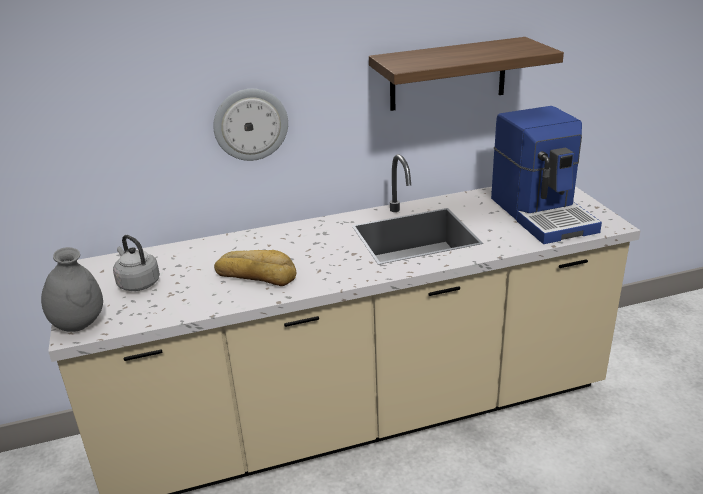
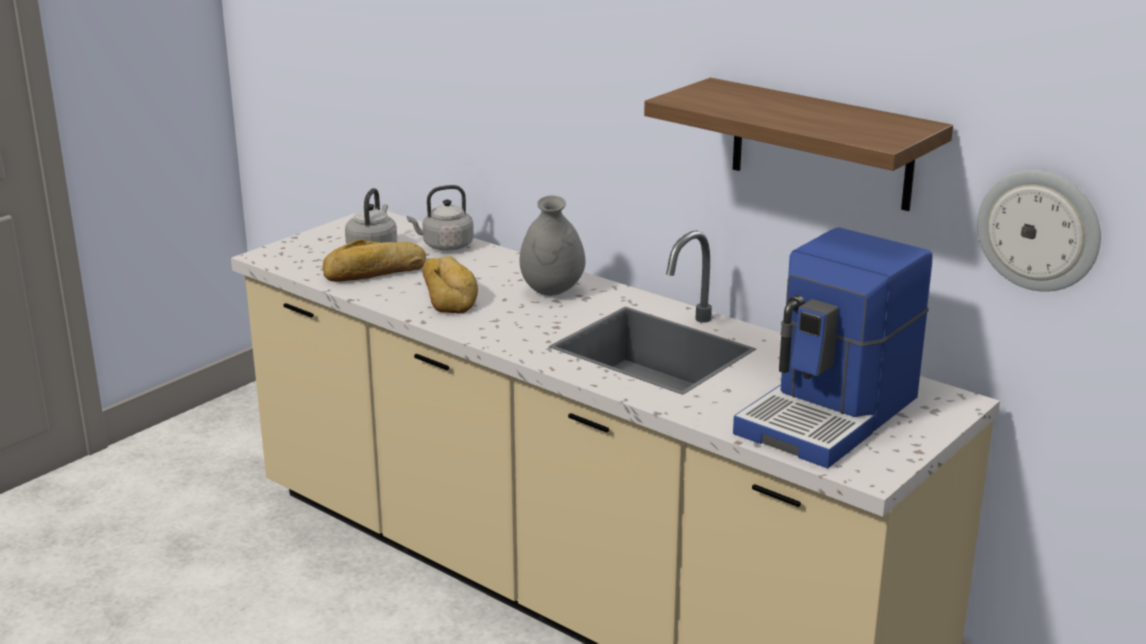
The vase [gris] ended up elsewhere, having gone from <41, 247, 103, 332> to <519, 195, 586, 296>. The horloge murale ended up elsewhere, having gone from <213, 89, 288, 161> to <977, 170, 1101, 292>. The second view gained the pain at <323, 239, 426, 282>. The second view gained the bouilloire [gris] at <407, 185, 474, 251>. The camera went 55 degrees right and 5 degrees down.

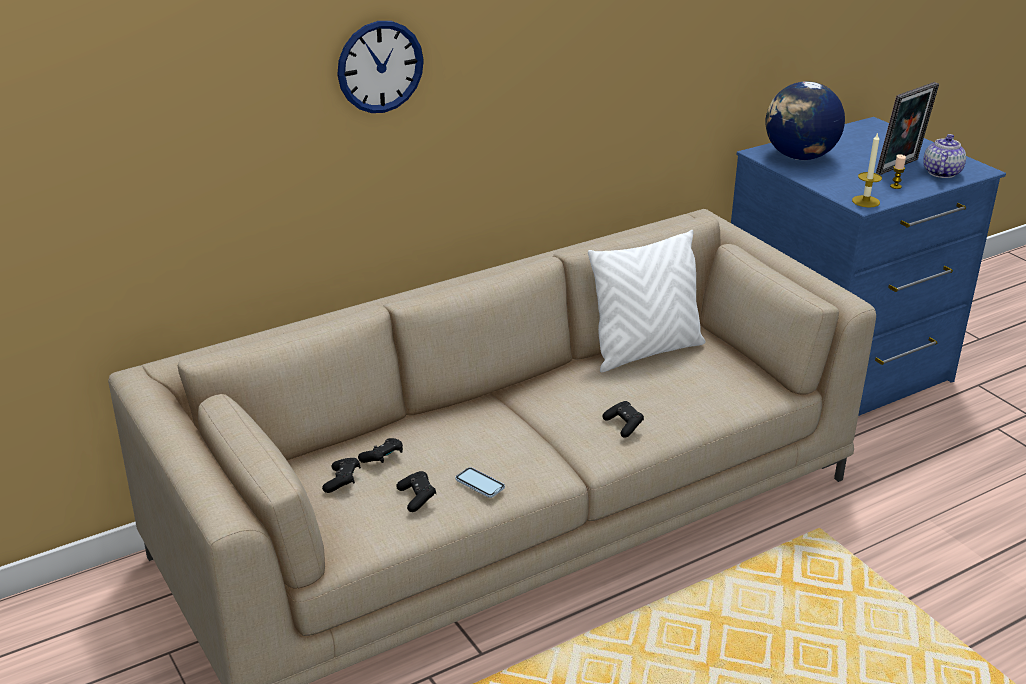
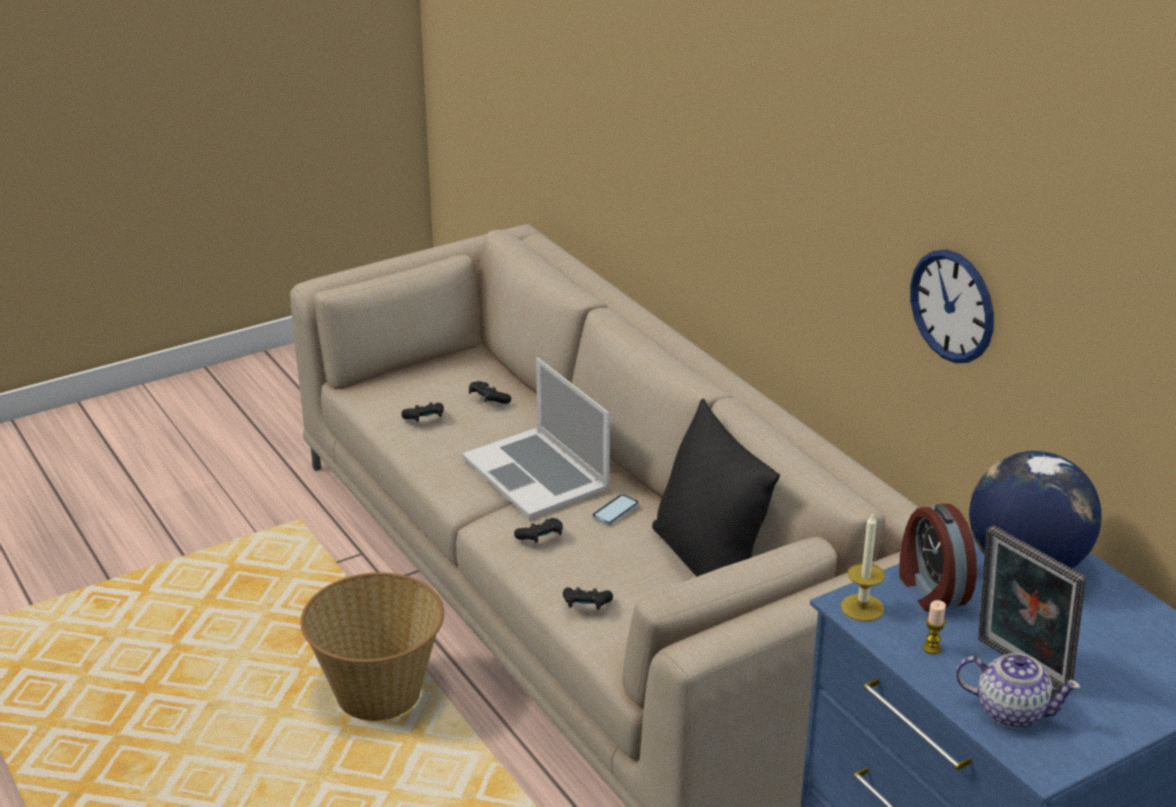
The manette [noir] ended up elsewhere, having gone from <322, 458, 361, 493> to <563, 587, 613, 610>. The horloge murale ended up elsewhere, having gone from <337, 21, 424, 113> to <910, 249, 994, 363>. The téléphone ended up elsewhere, having gone from <455, 467, 505, 498> to <592, 494, 639, 525>. What was the coussin [blanc] at <588, 230, 705, 372> turned into the coussin [noir] at <652, 398, 780, 577>. The second view gained the panier at <300, 572, 444, 721>. The second view gained the ordinateur portable at <462, 357, 610, 519>. The second view gained the réveil at <899, 504, 977, 612>. The camera went 90 degrees right and 0 degrees up.

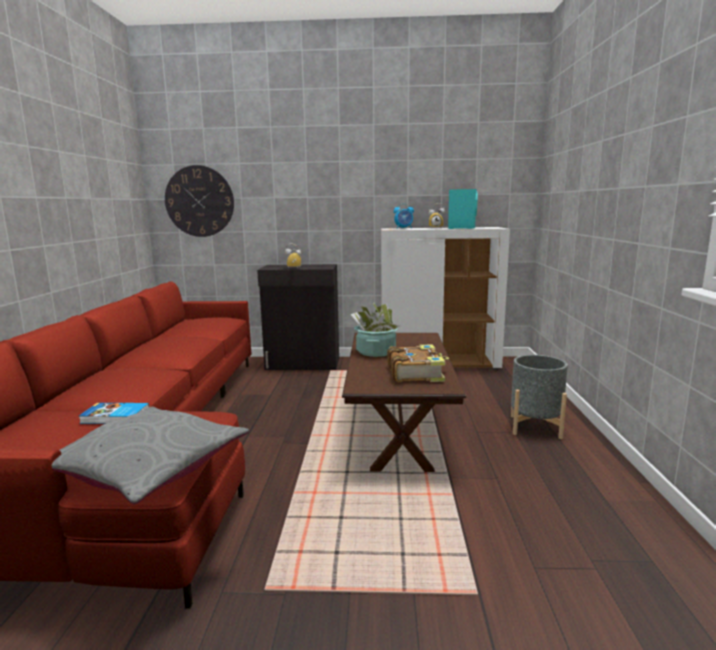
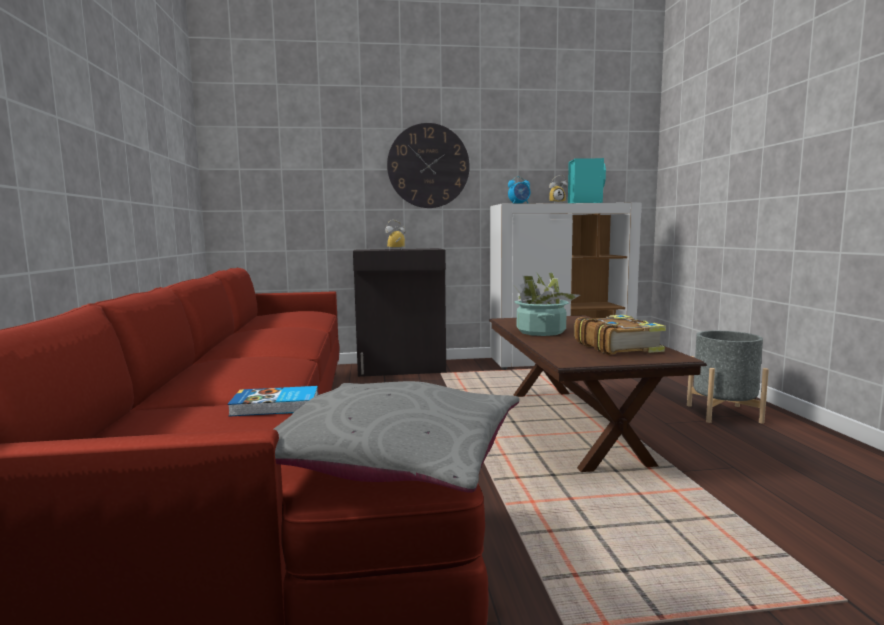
The horloge murale ended up elsewhere, having gone from <165, 165, 234, 237> to <387, 123, 470, 208>. The camera went 10 degrees left and 5 degrees down.

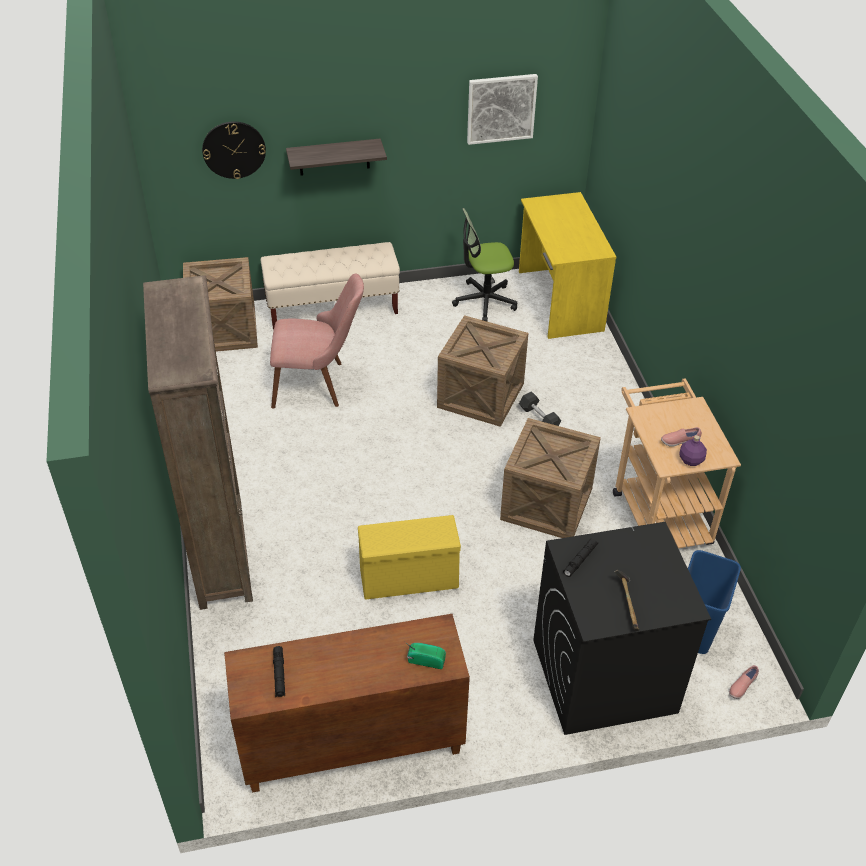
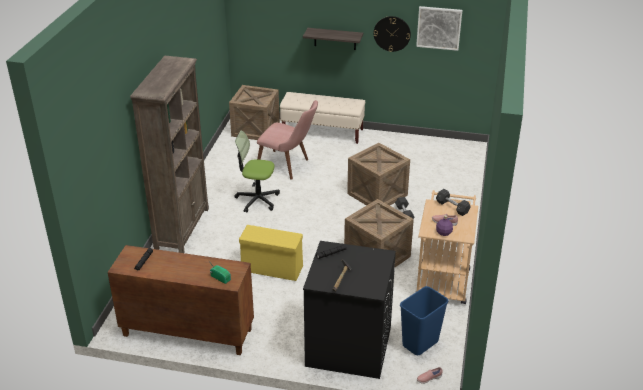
The horloge murale ended up elsewhere, having gone from <202, 121, 266, 179> to <374, 16, 411, 52>. The chaise de bureau ended up elsewhere, having gone from <452, 208, 517, 321> to <234, 131, 280, 213>. The second view lost the bureau [jaune] at <519, 192, 616, 339>. The second view gained the haltère [gris] at <436, 189, 471, 216>. The camera went 25 degrees right and 10 degrees down.

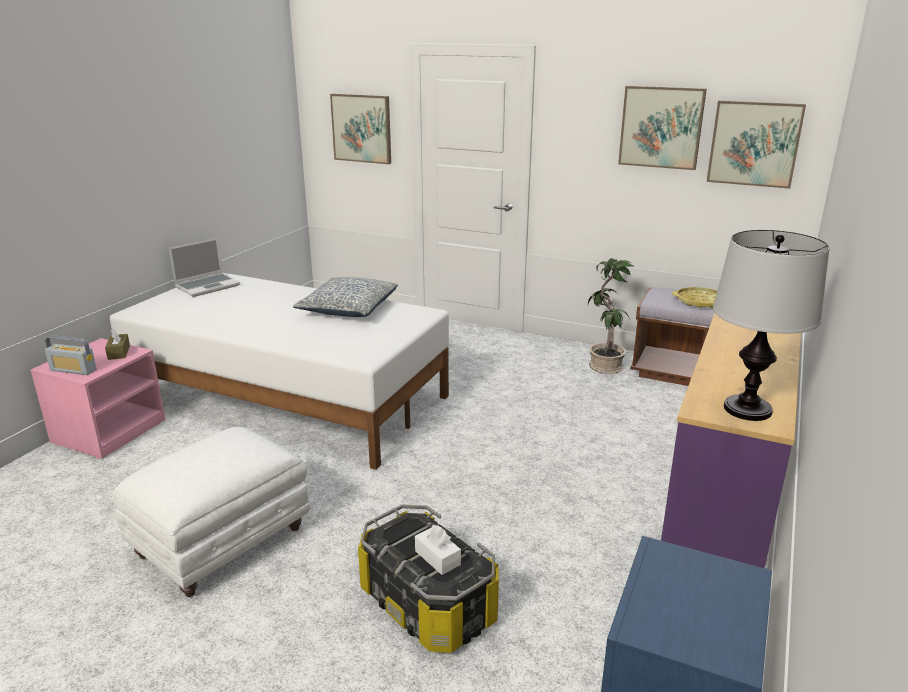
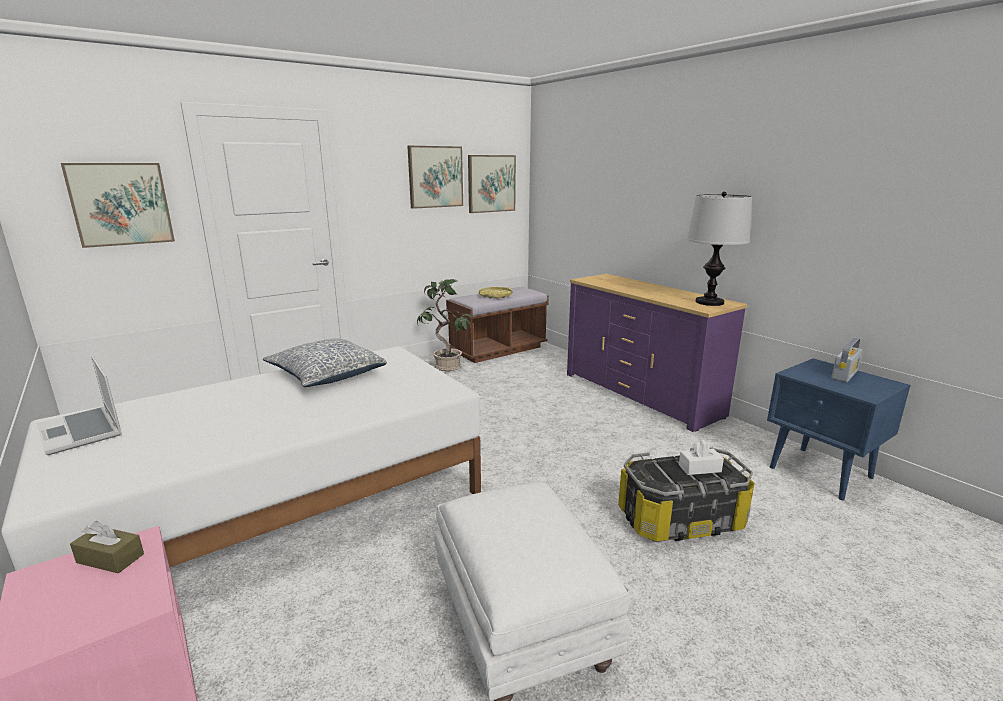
The radio ended up elsewhere, having gone from <45, 335, 97, 375> to <831, 338, 863, 382>. The ordinateur portable at <169, 238, 240, 297> ended up facing another way, 150 degrees clockwise from before. The camera went 60 degrees left and 5 degrees down.

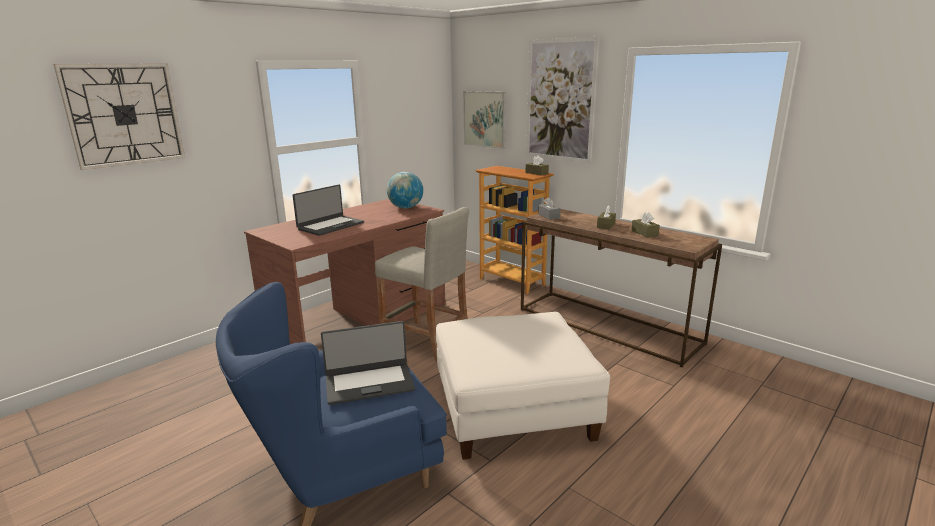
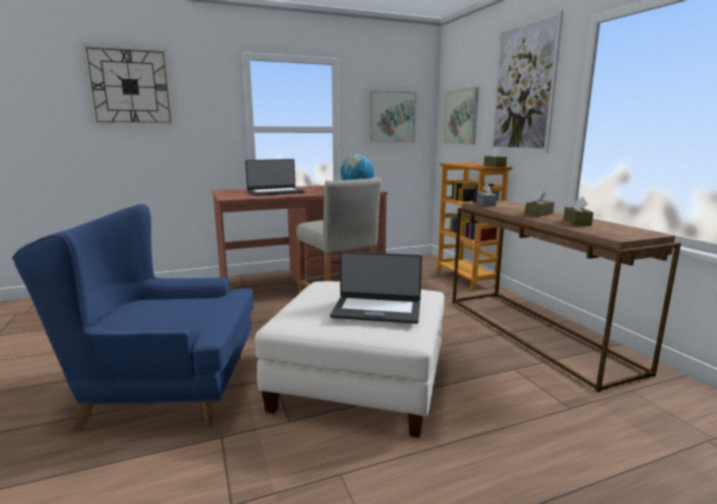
The ordinateur portable ended up elsewhere, having gone from <321, 321, 415, 405> to <330, 251, 422, 324>. The second view gained the tableau at <369, 90, 416, 144>. The camera went 25 degrees right and 5 degrees down.

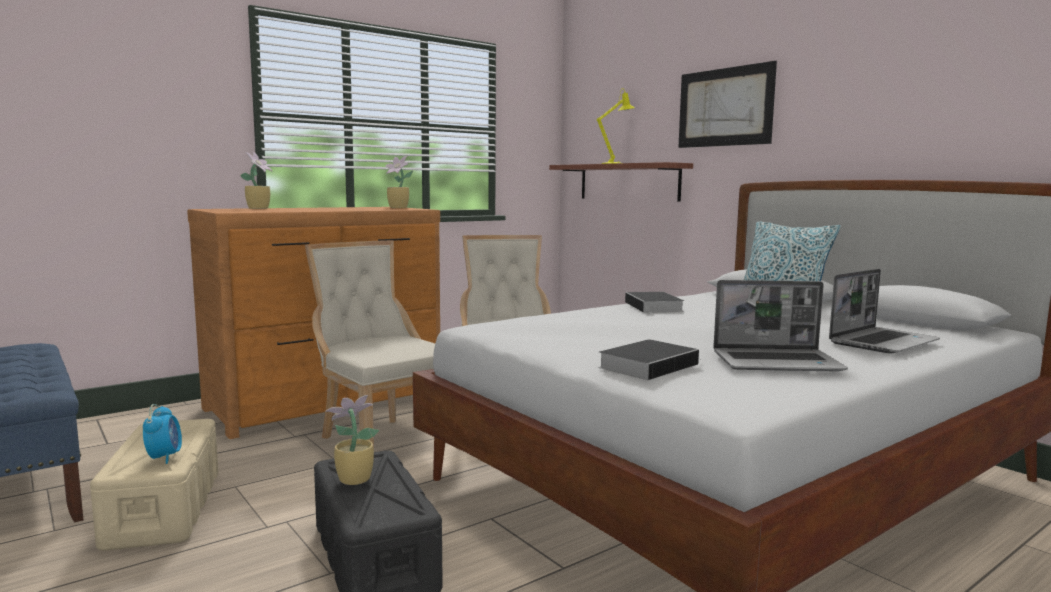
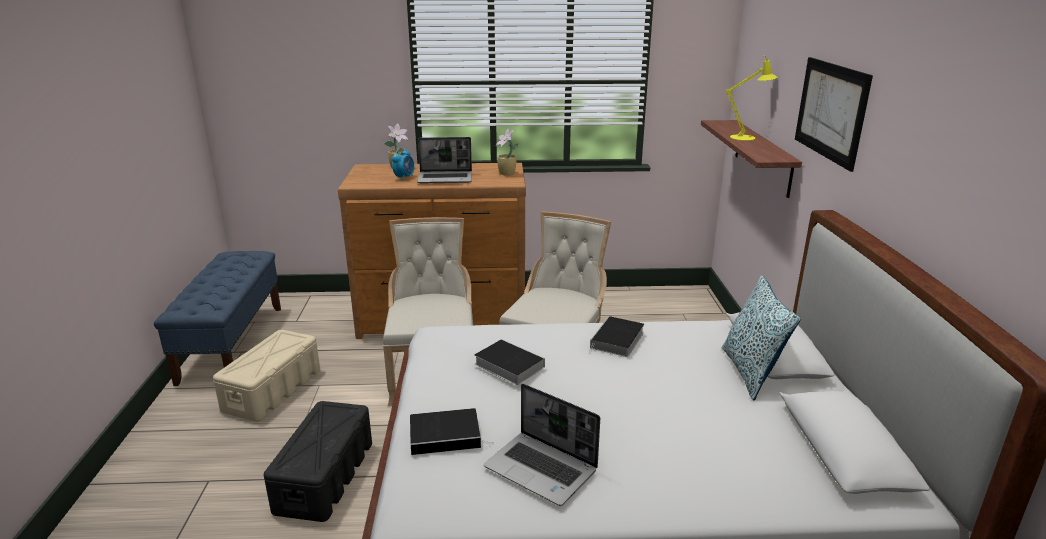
The réveil ended up elsewhere, having gone from <143, 404, 182, 464> to <392, 148, 414, 181>. The second view lost the plante en pot at <325, 395, 379, 485>. The ordinateur portable ended up elsewhere, having gone from <829, 269, 940, 354> to <417, 137, 472, 183>. The second view gained the livre at <474, 339, 545, 385>. The camera went 35 degrees right and 15 degrees up.

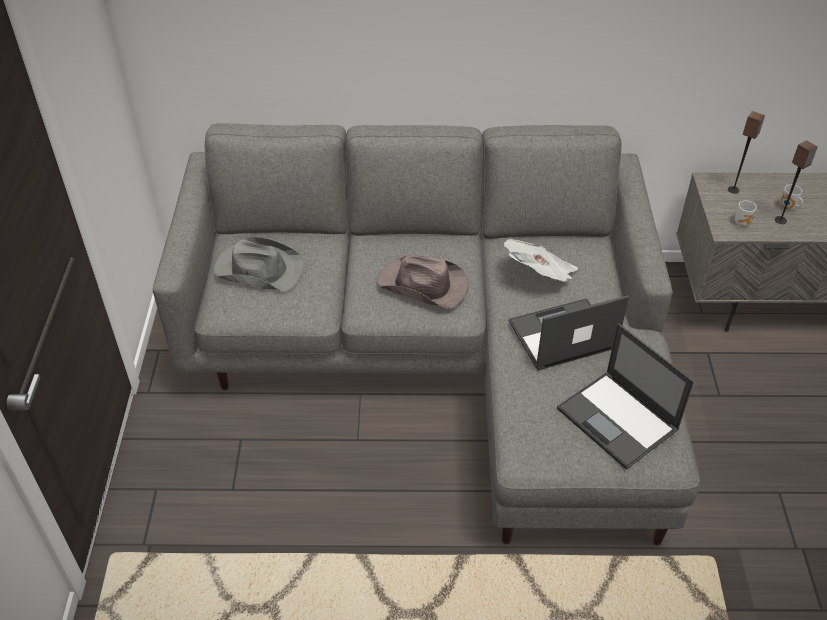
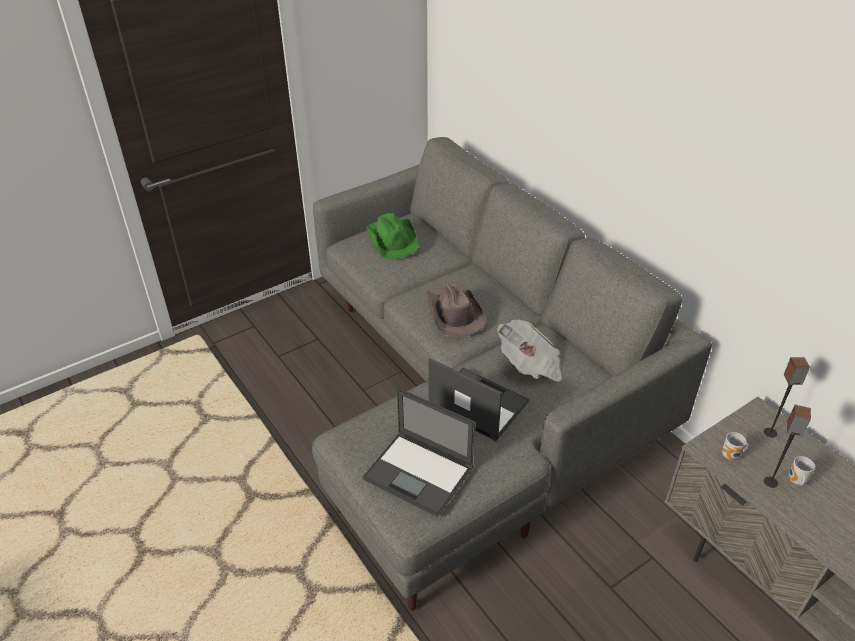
What was the chapeau [gris] at <214, 237, 304, 292> turned into the chapeau [vert] at <366, 213, 419, 260>. The ordinateur portable at <557, 324, 694, 470> ended up facing another way, 75 degrees counterclockwise from before. The camera went 55 degrees right and 5 degrees down.

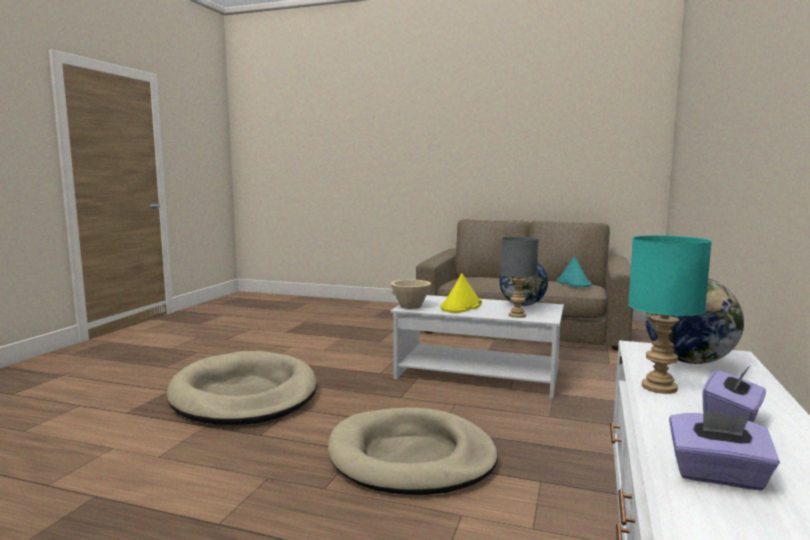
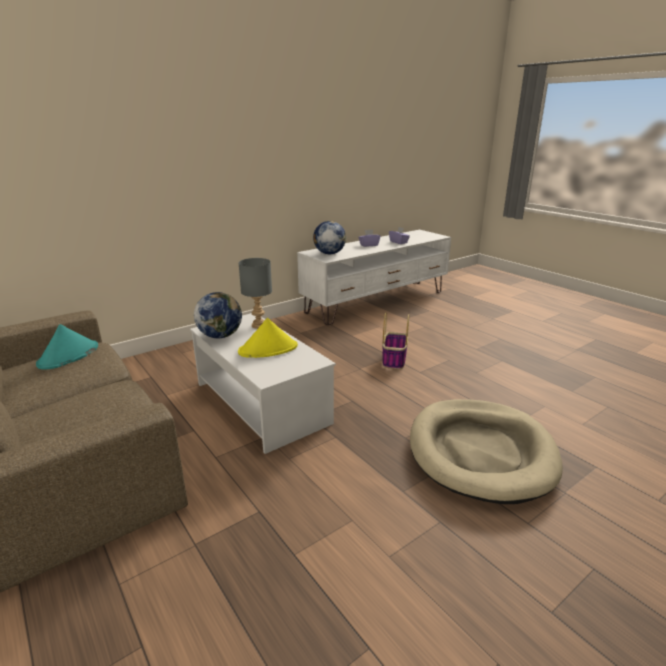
Where the panier pour chien [beige] stood at <328, 408, 498, 495>, the panier came to stand at <382, 312, 409, 369>. The second view lost the bol [beige] at <391, 280, 431, 309>. The second view lost the lampe de table [turquoise] at <628, 235, 712, 394>. The camera went 145 degrees left and 15 degrees up.

